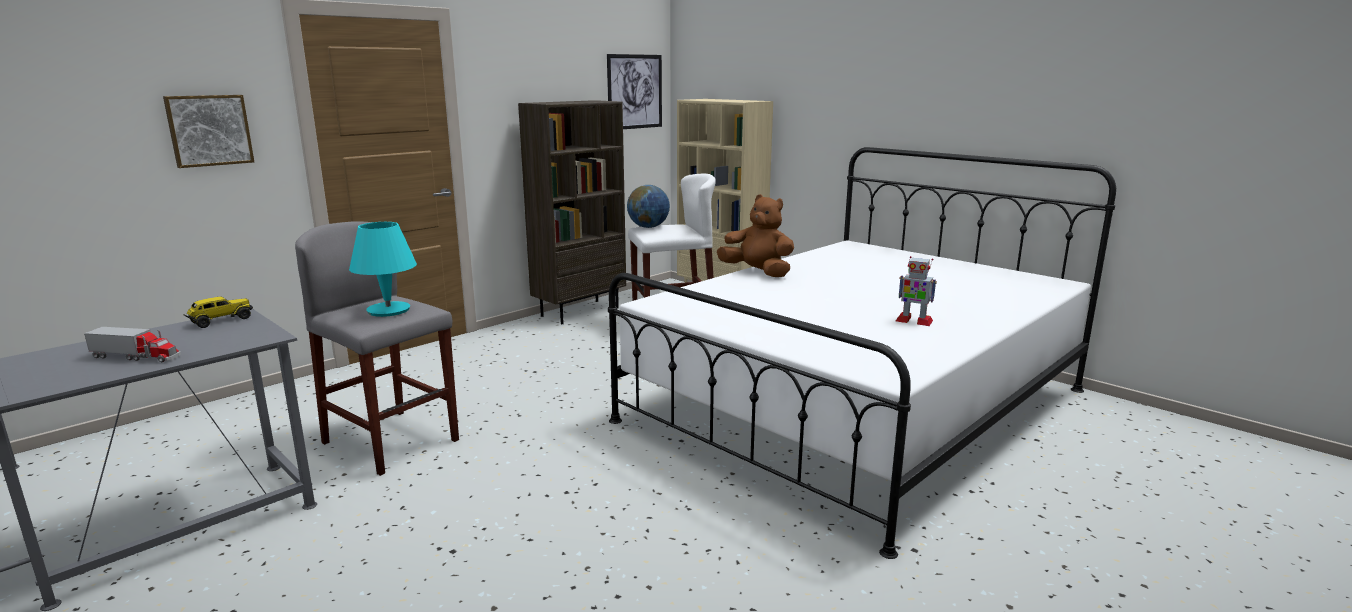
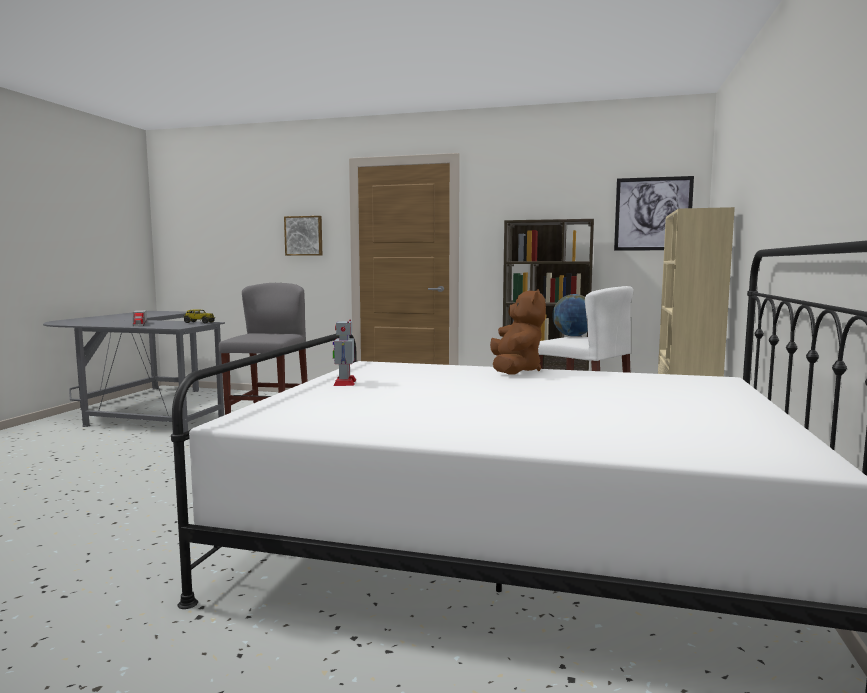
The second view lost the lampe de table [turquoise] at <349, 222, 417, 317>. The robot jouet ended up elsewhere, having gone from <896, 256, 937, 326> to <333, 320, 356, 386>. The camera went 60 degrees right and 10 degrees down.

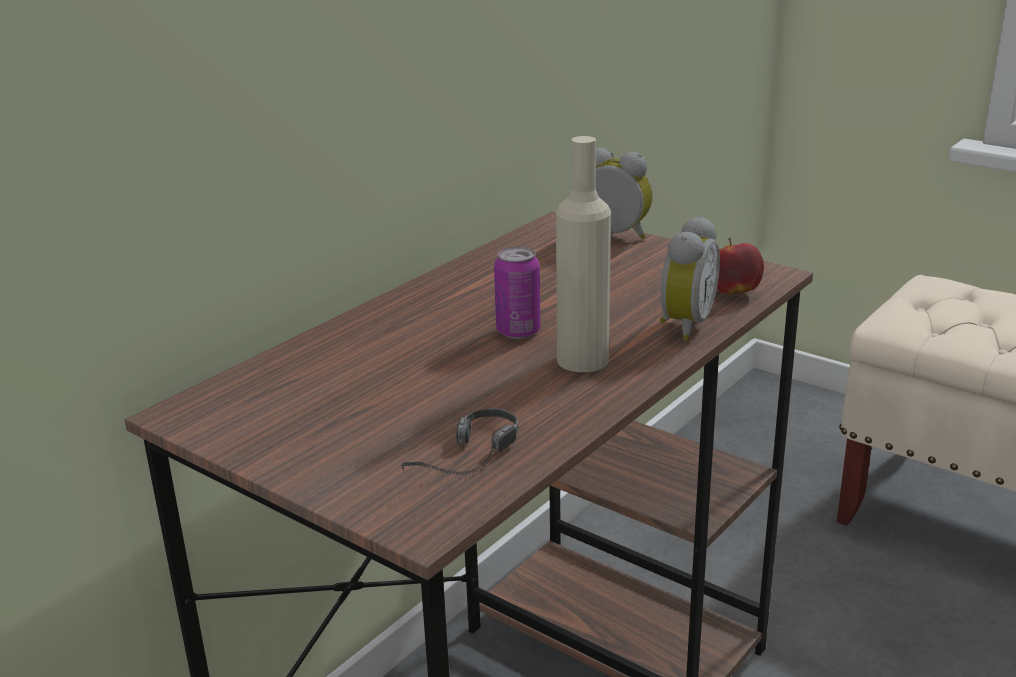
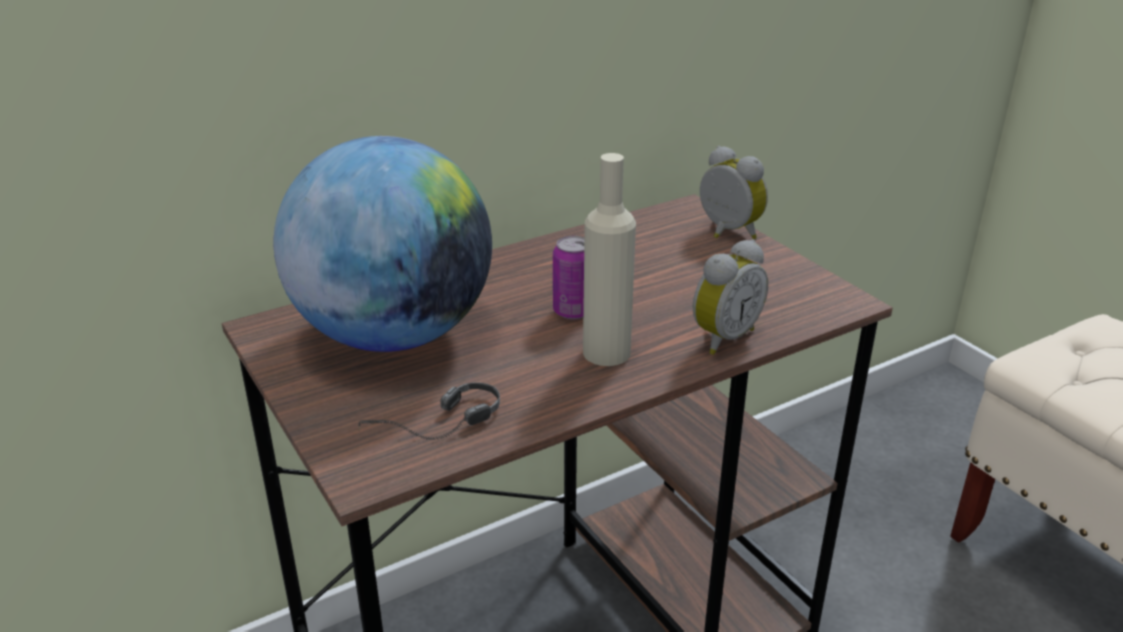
The second view lost the pomme at <717, 238, 764, 294>. The second view gained the globe at <274, 136, 492, 352>. The camera went 20 degrees right and 5 degrees up.

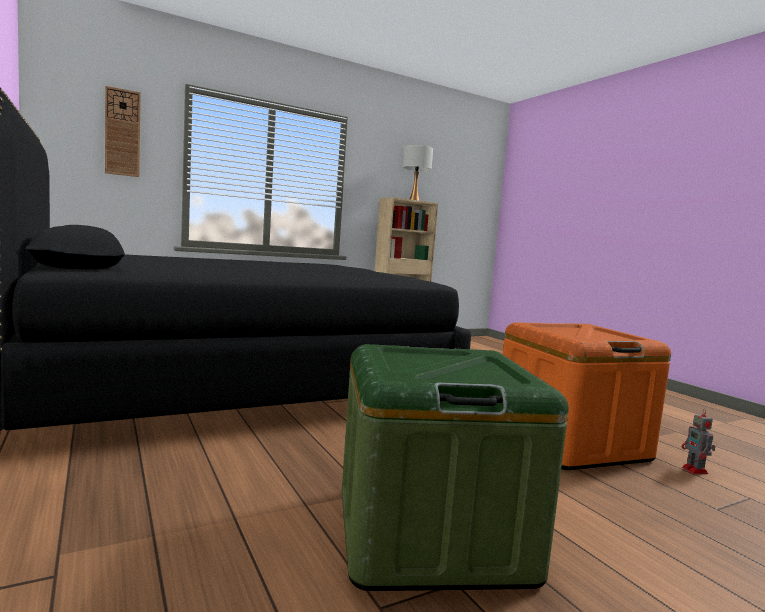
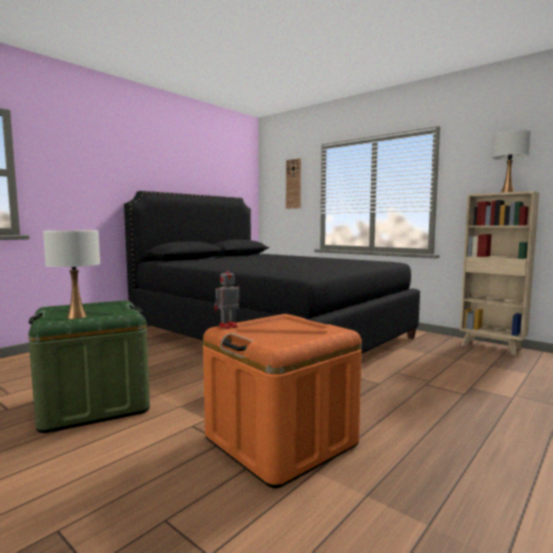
The robot jouet ended up elsewhere, having gone from <682, 409, 716, 474> to <214, 270, 240, 329>. The second view gained the lampe de table [blanc] at <43, 230, 100, 319>. The camera went 70 degrees right and 0 degrees up.

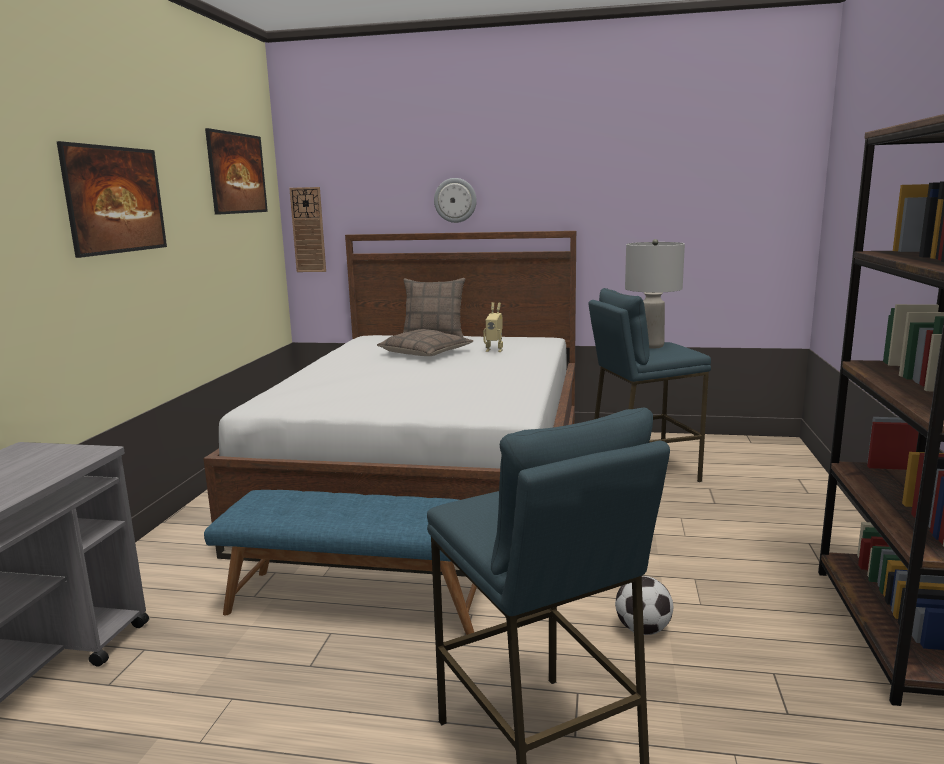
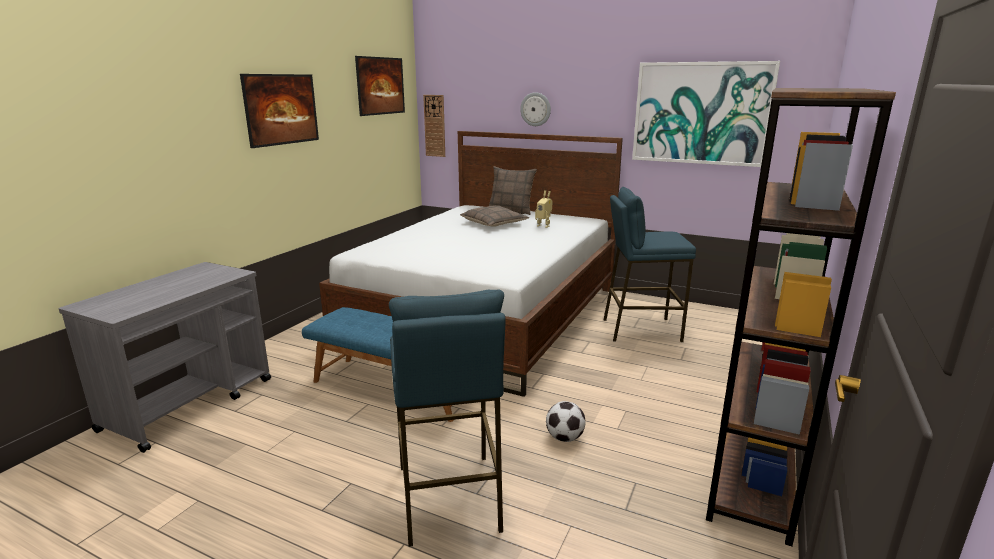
The second view lost the lampe de table [gris] at <625, 239, 685, 348>. The second view gained the tableau at <632, 61, 780, 167>. The camera went 15 degrees right and 5 degrees up.

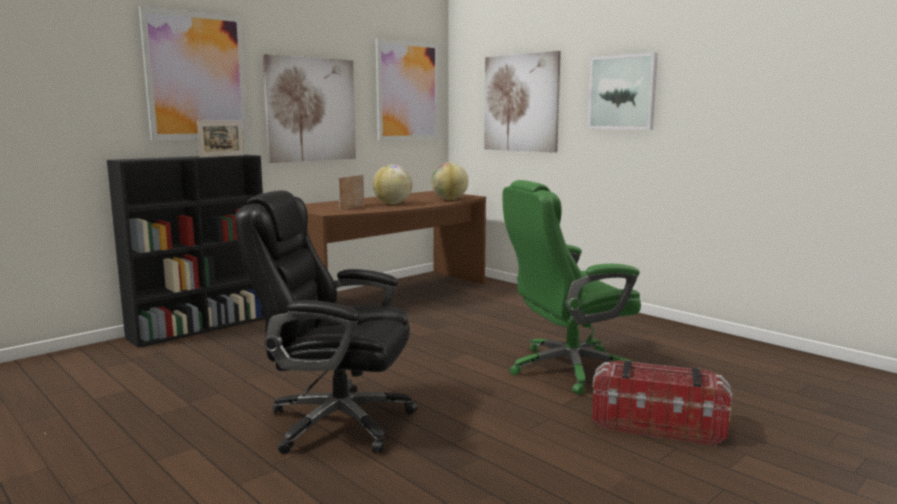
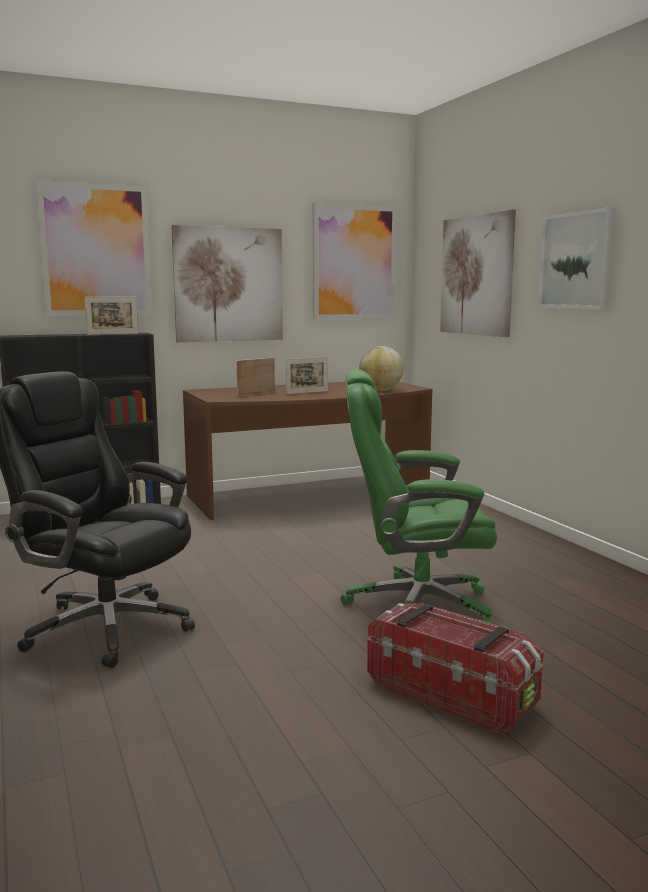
Where the globe stood at <373, 164, 412, 204>, the cadre photo came to stand at <285, 357, 328, 394>. The camera went 20 degrees right and 0 degrees up.

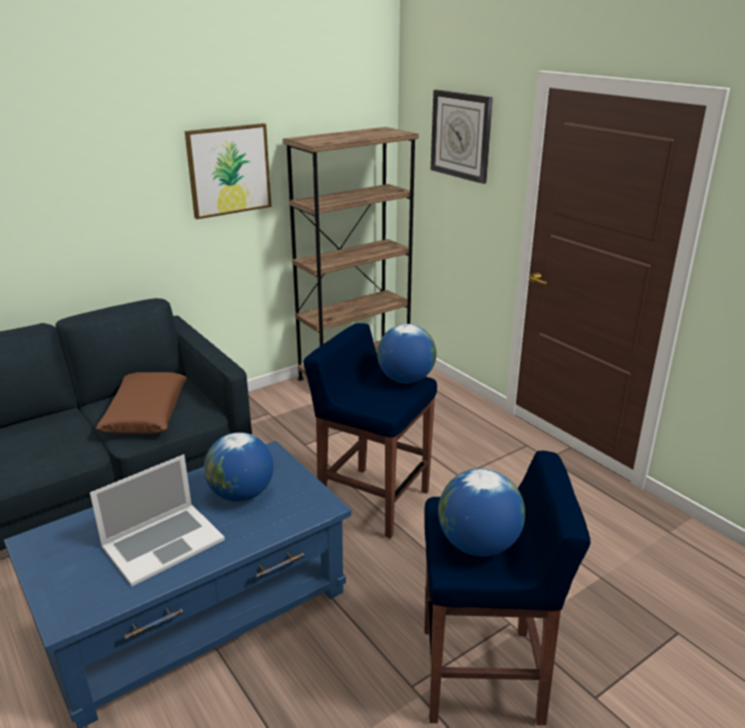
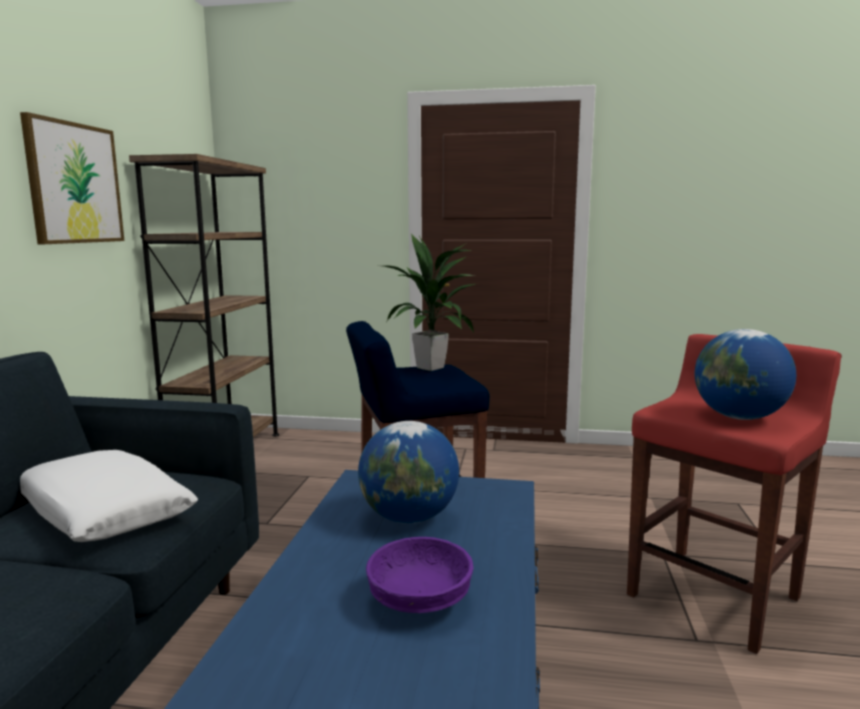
Where the ordinateur portable stood at <90, 454, 225, 586>, the bol [violet] came to stand at <366, 537, 473, 613>. What was the coussin [marron] at <96, 372, 187, 433> turned into the coussin [blanc] at <20, 450, 198, 542>. Where the globe stood at <377, 324, 437, 383>, the plante en pot came to stand at <384, 233, 478, 371>. What was the tabouret [bleu] at <424, 451, 591, 725> turned into the tabouret [rouge] at <627, 334, 842, 654>. The second view lost the horloge murale at <431, 90, 493, 184>. The camera went 45 degrees left and 15 degrees down.

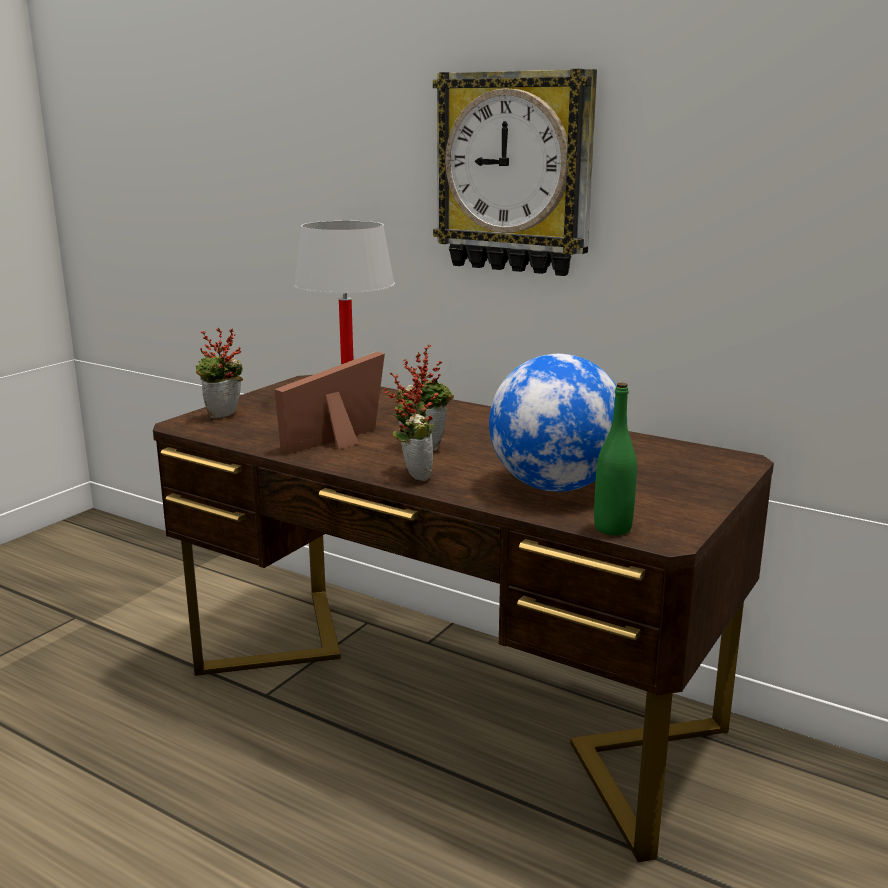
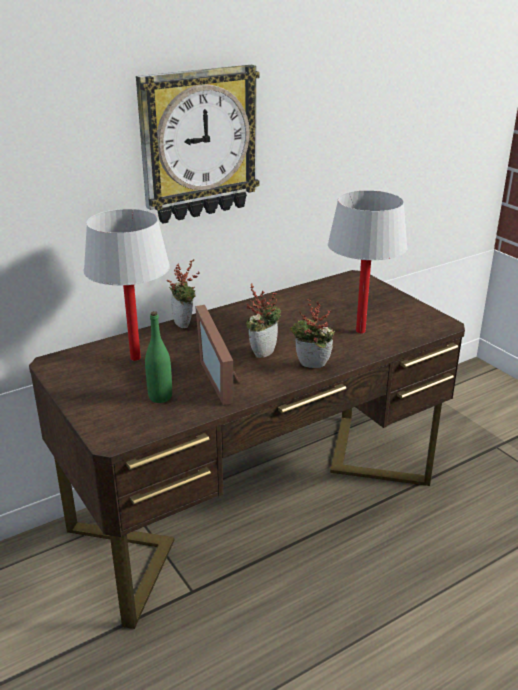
The plante en pot ended up elsewhere, having gone from <196, 327, 243, 418> to <167, 259, 200, 328>. Where the globe stood at <489, 354, 616, 492>, the lampe de table [blanc] came to stand at <328, 190, 408, 333>. The bouteille [vert] ended up elsewhere, having gone from <594, 383, 637, 535> to <145, 311, 172, 403>. The camera went 65 degrees left and 10 degrees up.

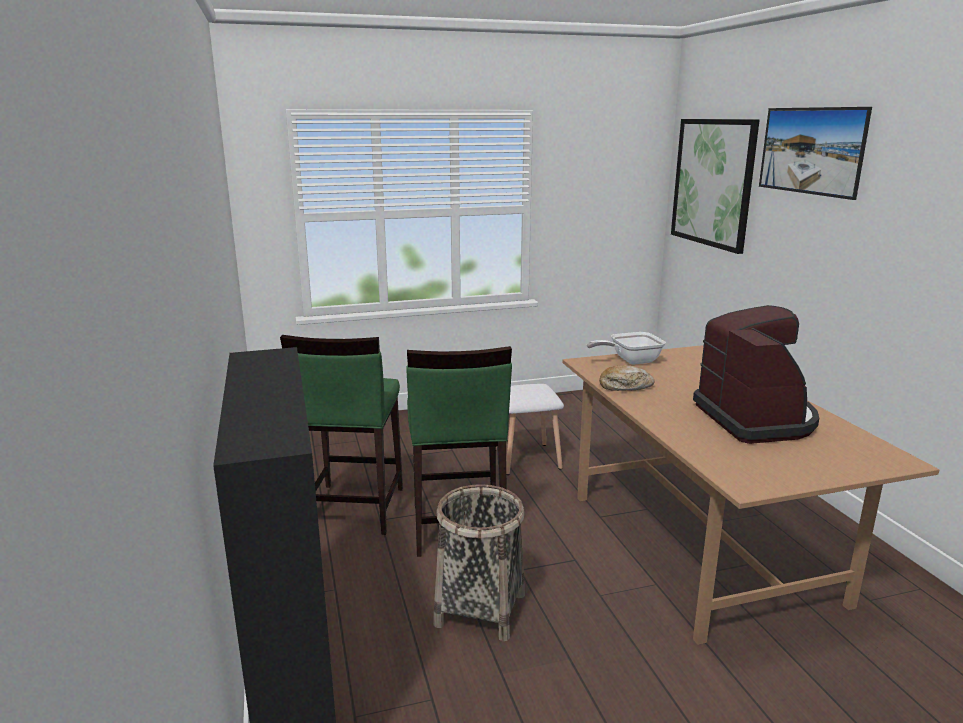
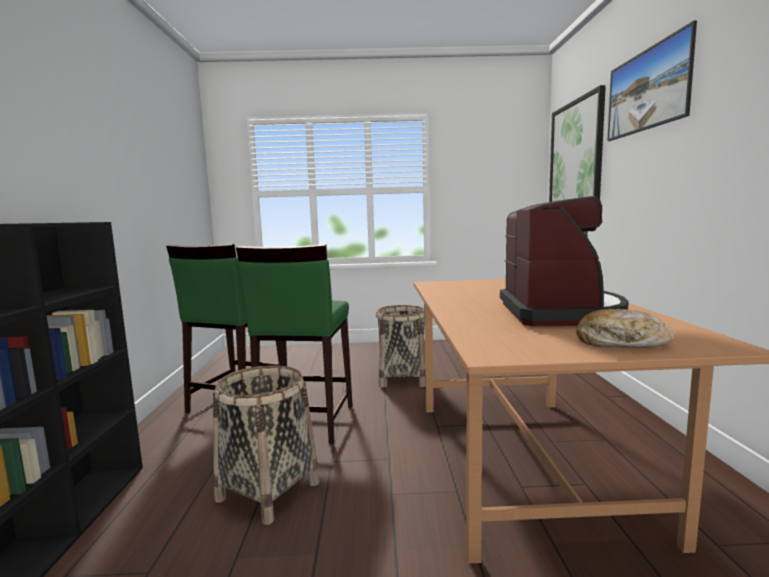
Where the tabouret [blanc] stood at <496, 384, 564, 475>, the panier came to stand at <376, 305, 425, 387>. The second view lost the poêle at <587, 332, 666, 364>. The pain ended up elsewhere, having gone from <599, 365, 655, 391> to <576, 309, 674, 348>. The camera went 15 degrees right and 10 degrees down.

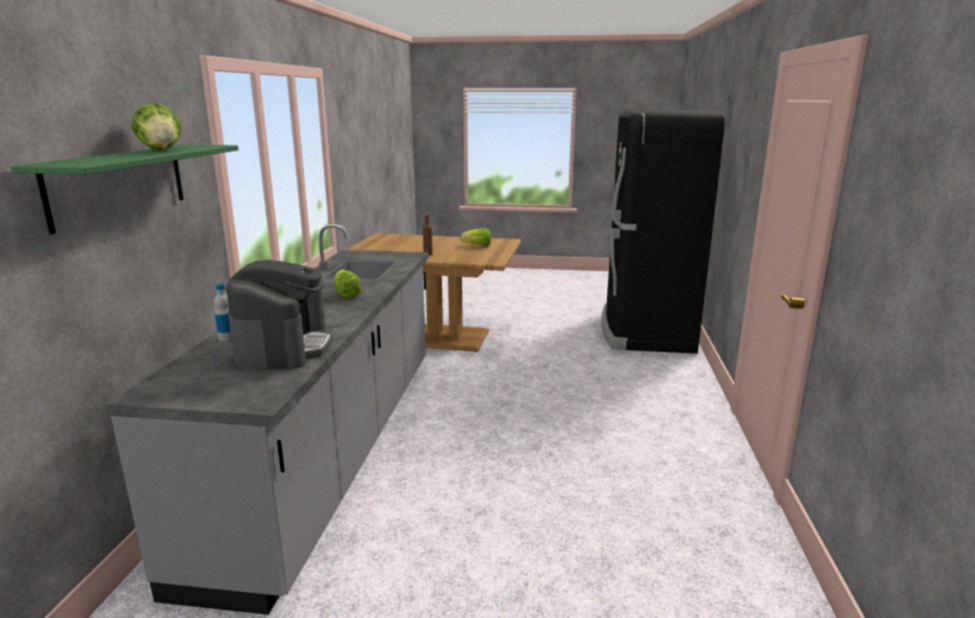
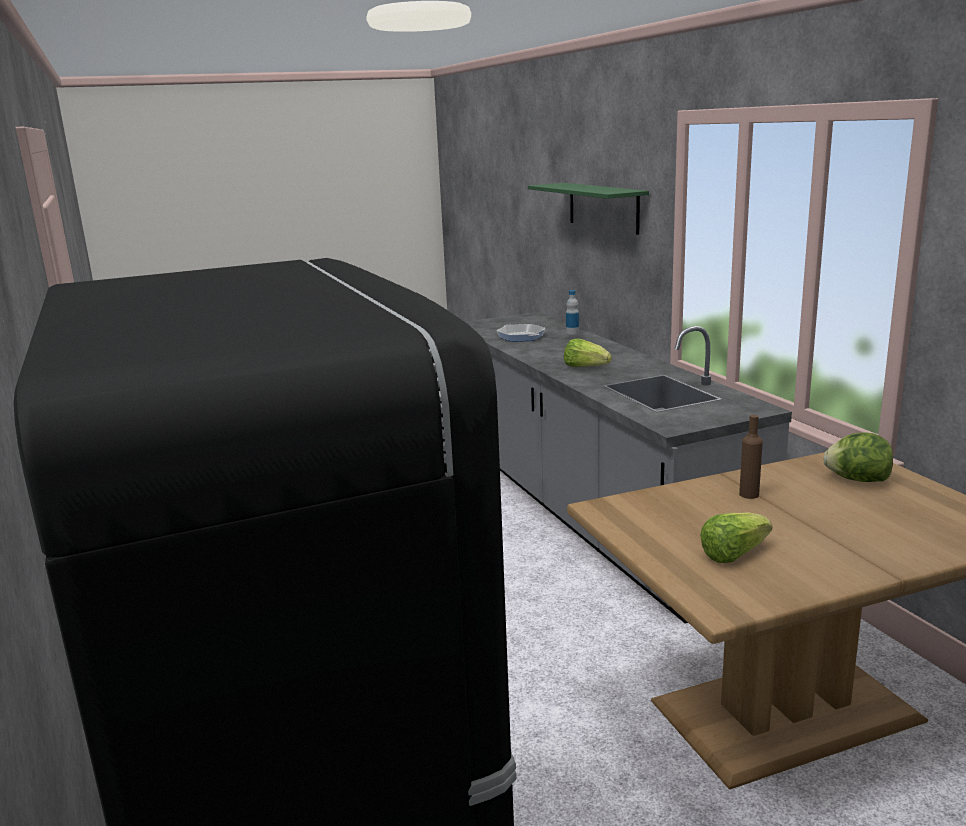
The laitue ended up elsewhere, having gone from <132, 102, 181, 151> to <823, 433, 893, 482>. Where the machine à café stood at <226, 260, 333, 370>, the poêle came to stand at <497, 324, 546, 342>. The camera went 150 degrees right and 0 degrees up.

